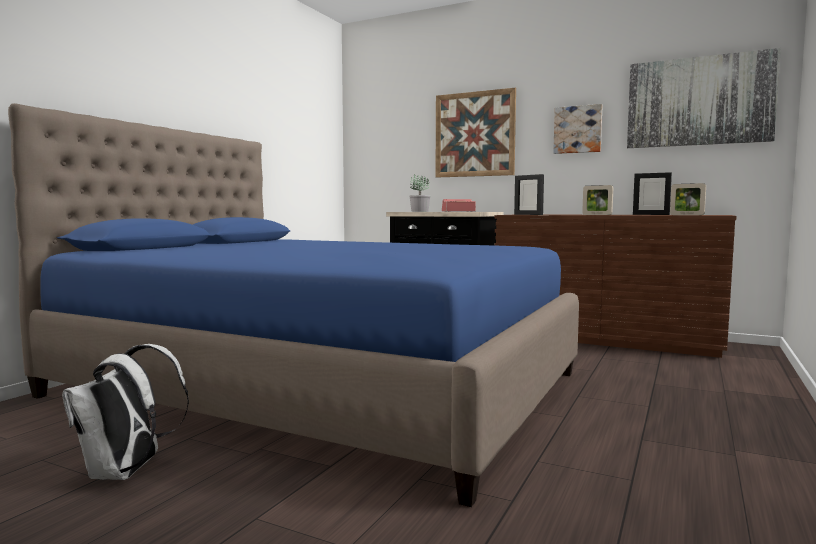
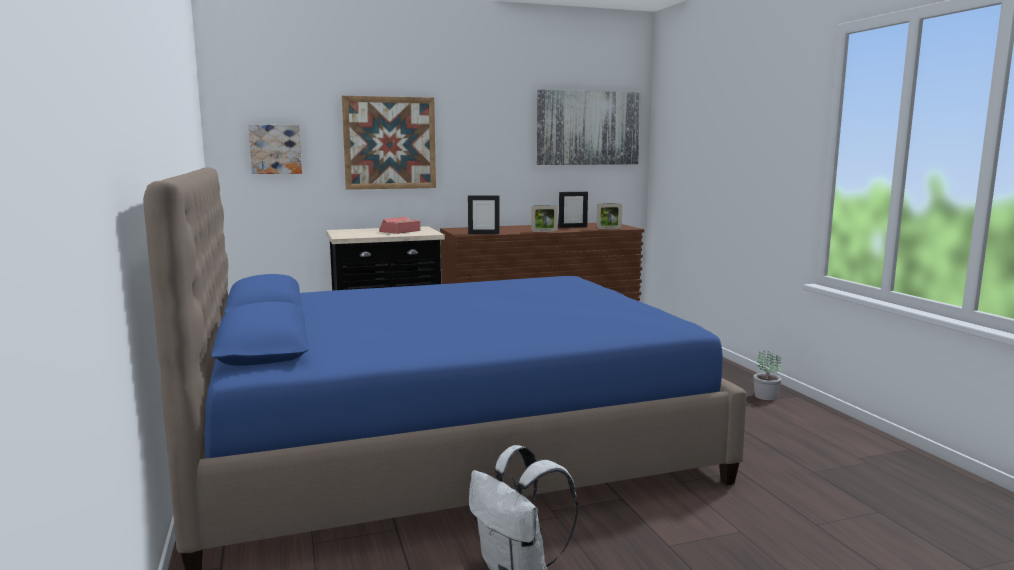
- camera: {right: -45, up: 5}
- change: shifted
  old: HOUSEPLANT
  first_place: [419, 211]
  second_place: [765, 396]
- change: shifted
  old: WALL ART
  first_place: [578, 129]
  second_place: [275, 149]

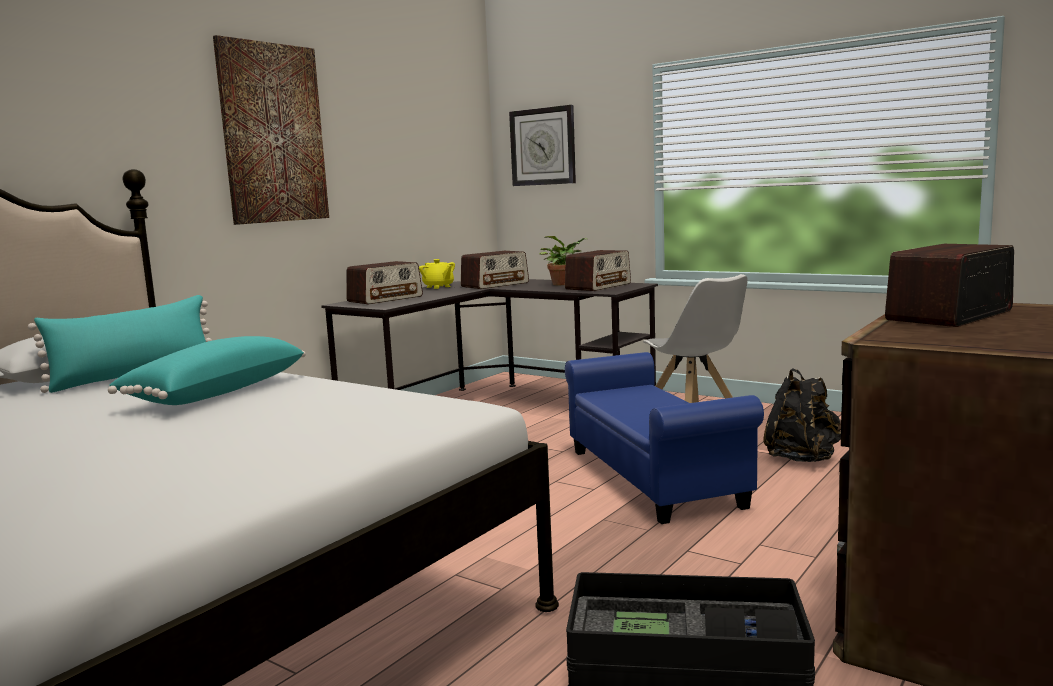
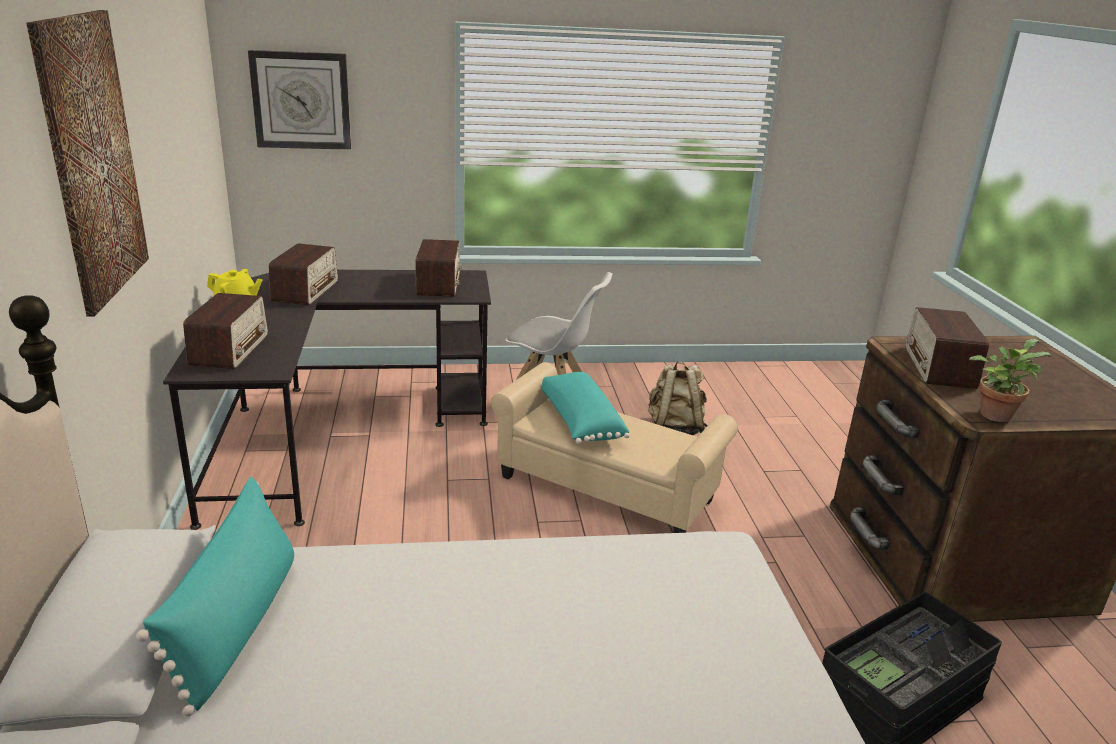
- camera: {right: -45, up: 15}
- change: shifted
  old: TURQUOISE-COLOURED THROW PILLOW
  first_place: [215, 393]
  second_place: [578, 421]
- change: shifted
  old: HOUSEPLANT
  first_place: [563, 284]
  second_place: [995, 413]
- change: repainted
  old: BLUE-COLOURED OTTOMAN
  new: SAND-COLOURED OTTOMAN
  first_place: [653, 477]
  second_place: [606, 488]
- change: repainted
  old: BLACK BACKPACK
  new: SAND-COLOURED BACKPACK
  first_place: [802, 458]
  second_place: [674, 429]

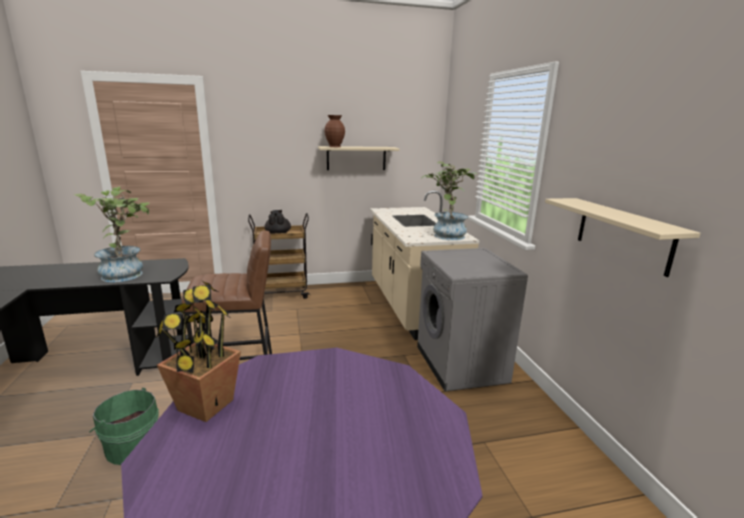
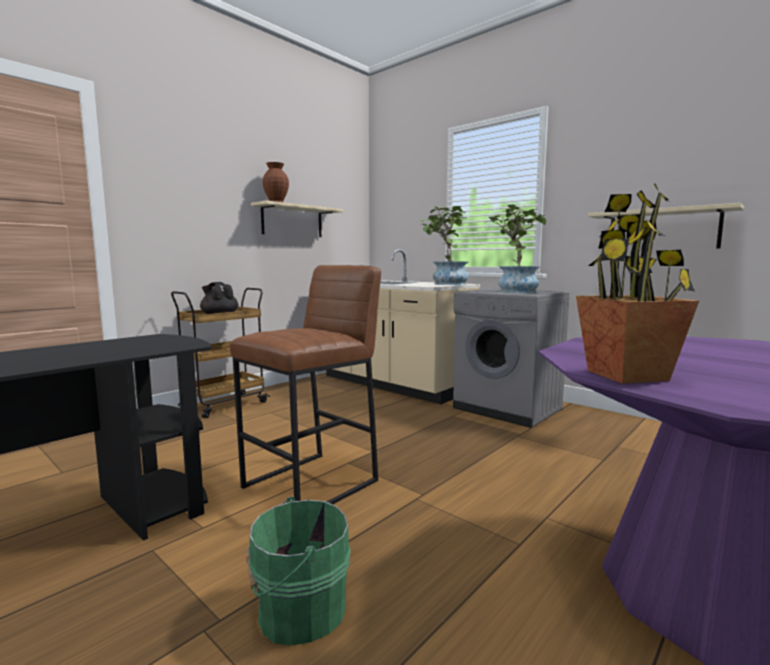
- camera: {right: -35, up: -10}
- change: shifted
  old: HOUSEPLANT
  first_place: [126, 273]
  second_place: [514, 291]

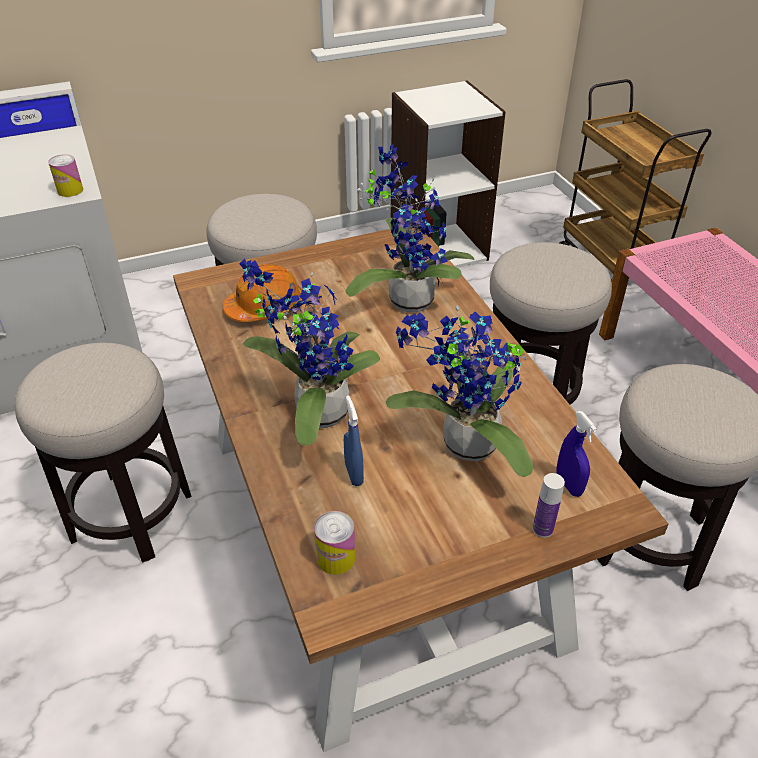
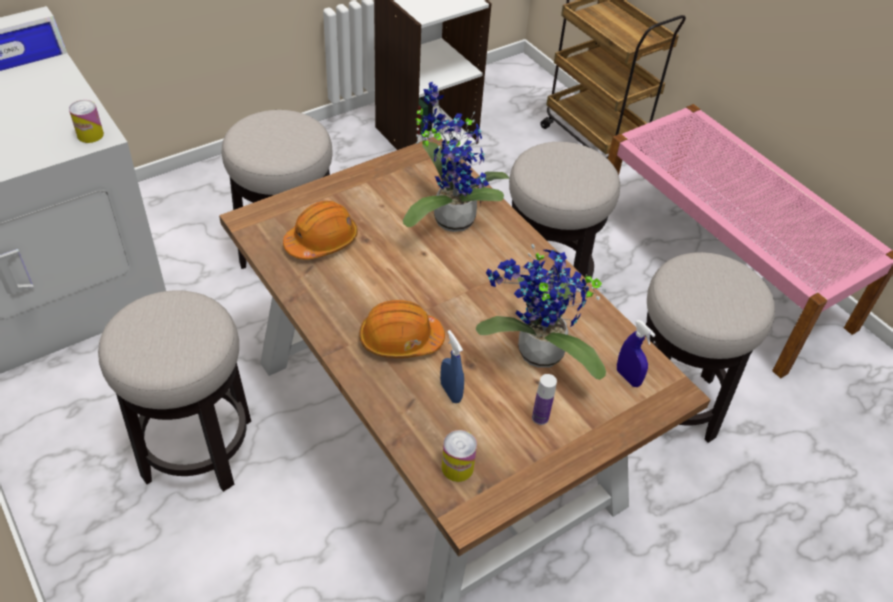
- camera: {right: -15, up: 5}
- change: shifted
  old: BOTTLE
  first_place: [542, 529]
  second_place: [540, 417]
- change: swapped
  old: HOUSEPLANT
  new: ORANGEY WORK HELMET
  first_place: [315, 412]
  second_place: [400, 340]

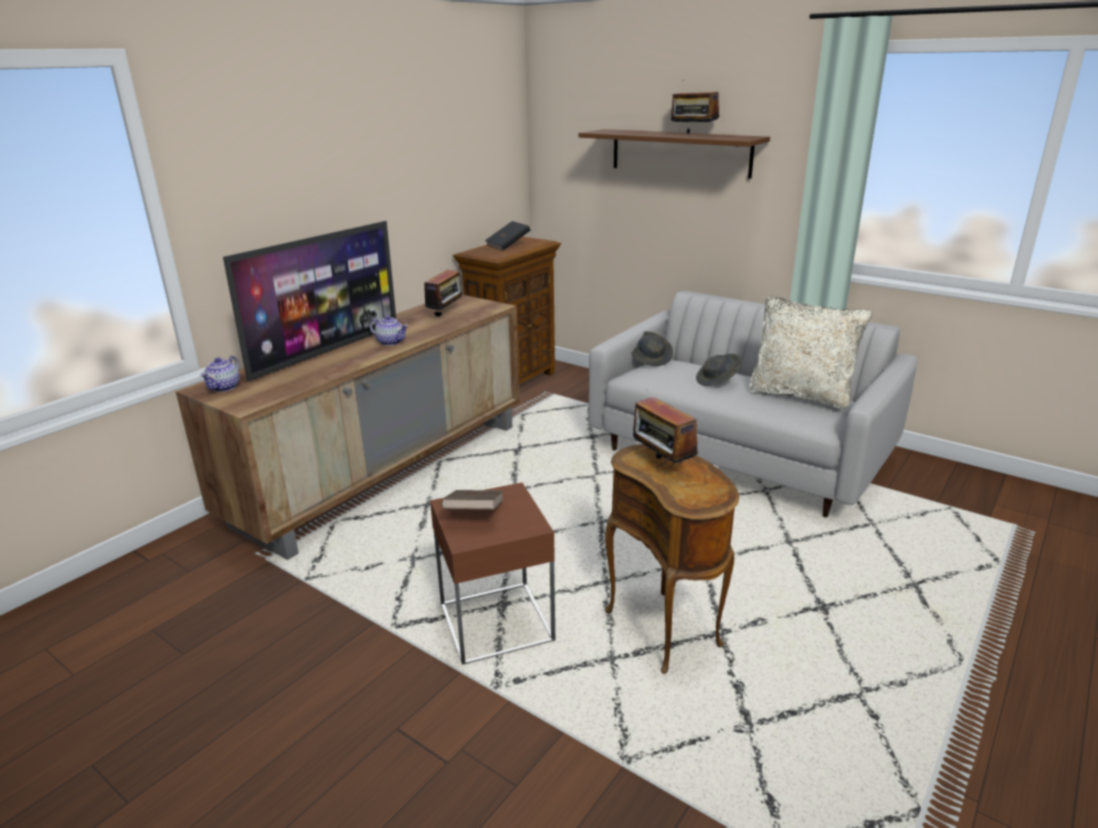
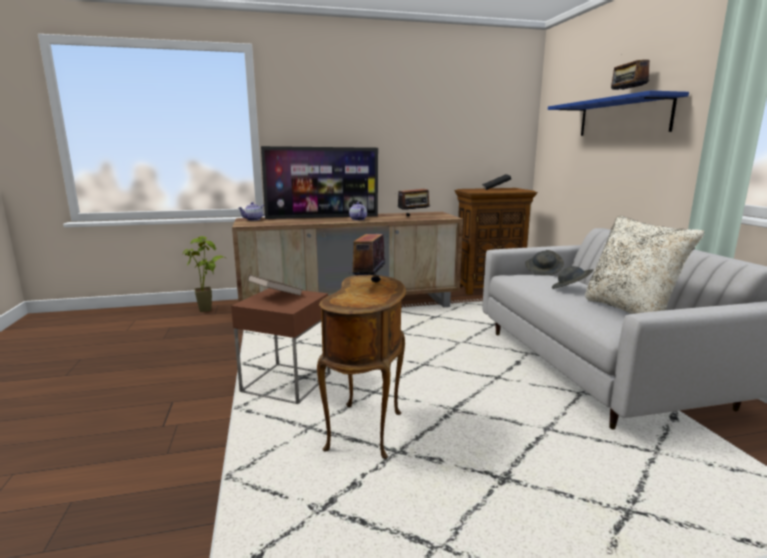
- camera: {right: 40, up: -10}
- change: new
  new: HOUSEPLANT
  second_place: [211, 309]
- change: repainted
  old: BROWNISH WALL SHELF
  new: BLUE-COLOURED WALL SHELF
  first_place: [680, 152]
  second_place: [623, 117]

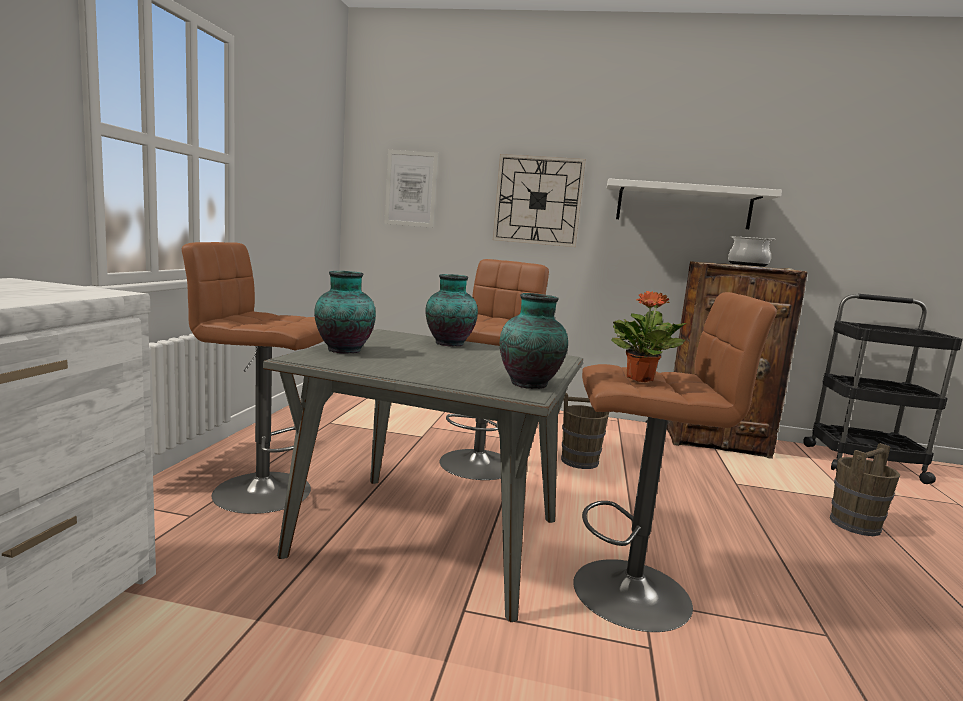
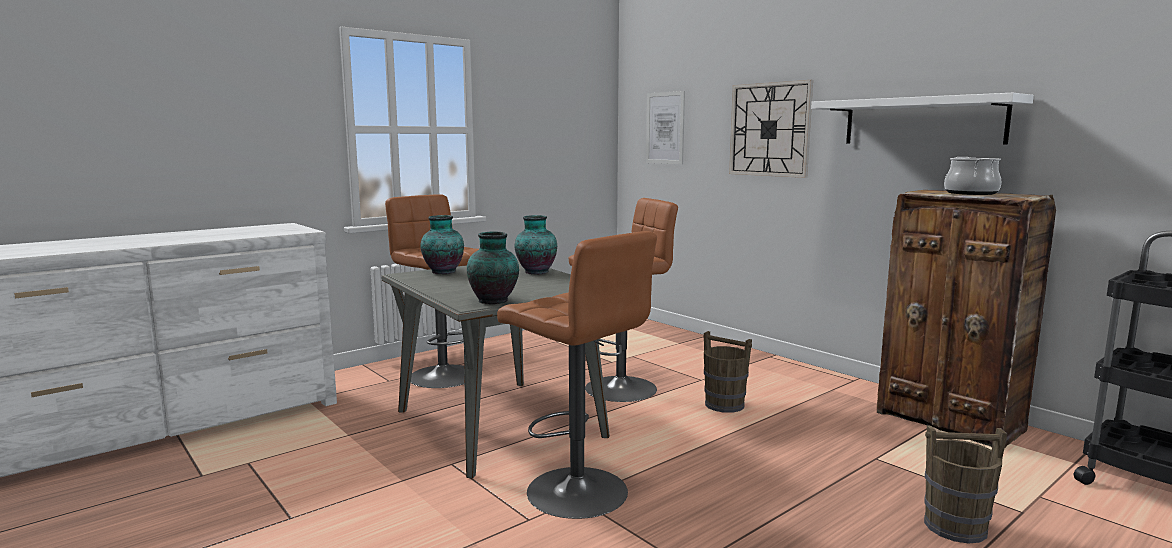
- camera: {right: 40, up: 0}
- change: gone
  old: HOUSEPLANT
  first_place: [640, 379]

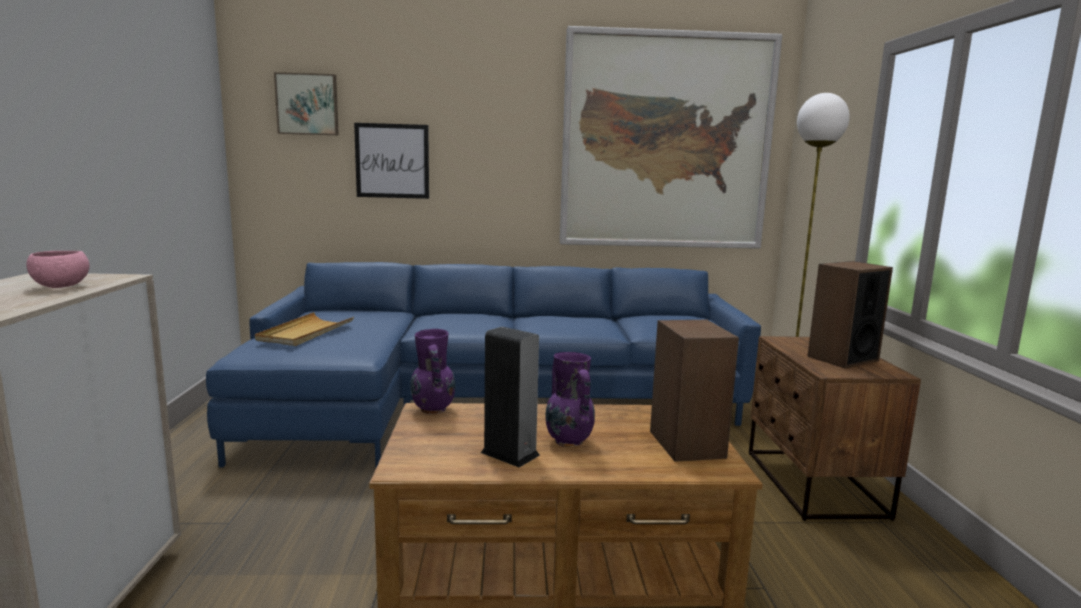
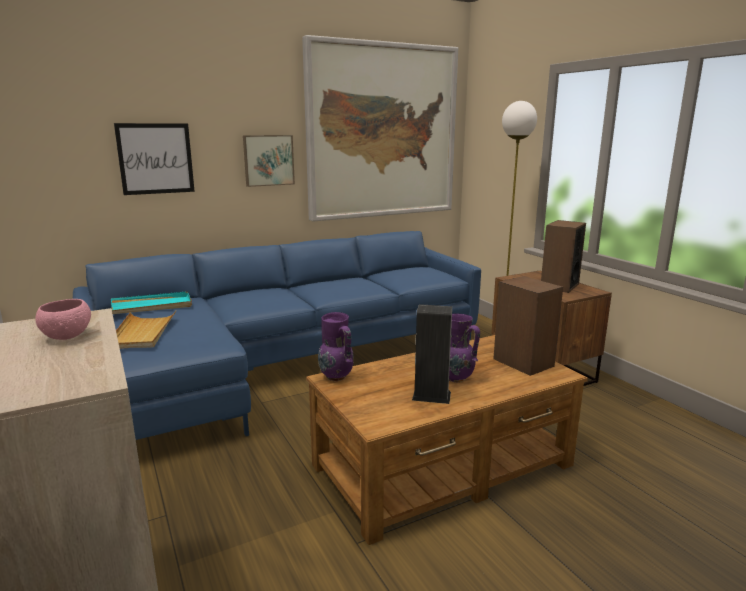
- camera: {right: -25, up: 5}
- change: new
  new: TURQUOISE-COLOURED TRAY
  second_place: [152, 306]
- change: shifted
  old: WALL ART
  first_place: [307, 104]
  second_place: [268, 160]

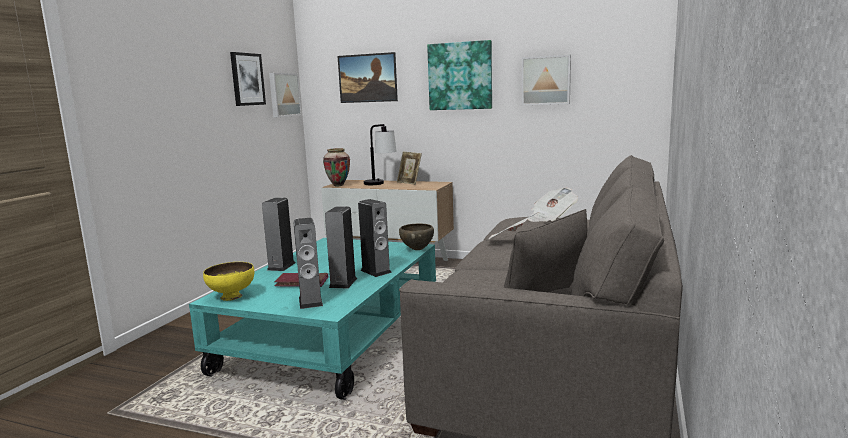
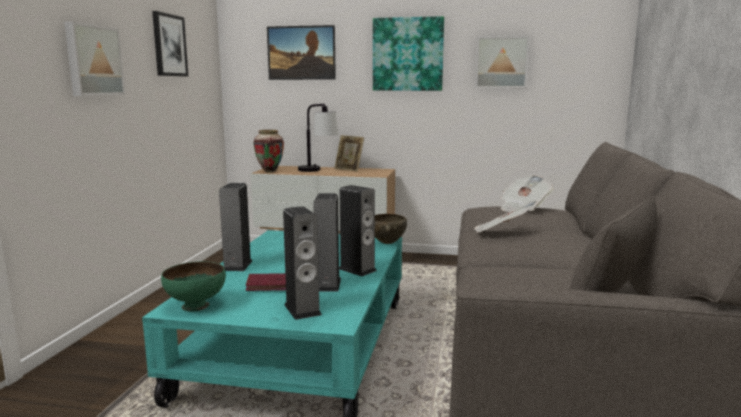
- camera: {right: -10, up: 0}
- change: shifted
  old: WALL ART
  first_place: [283, 95]
  second_place: [93, 60]
- change: repainted
  old: YELLOWISH SERVING BOWL
  new: GREENISH SERVING BOWL
  first_place: [232, 296]
  second_place: [196, 306]

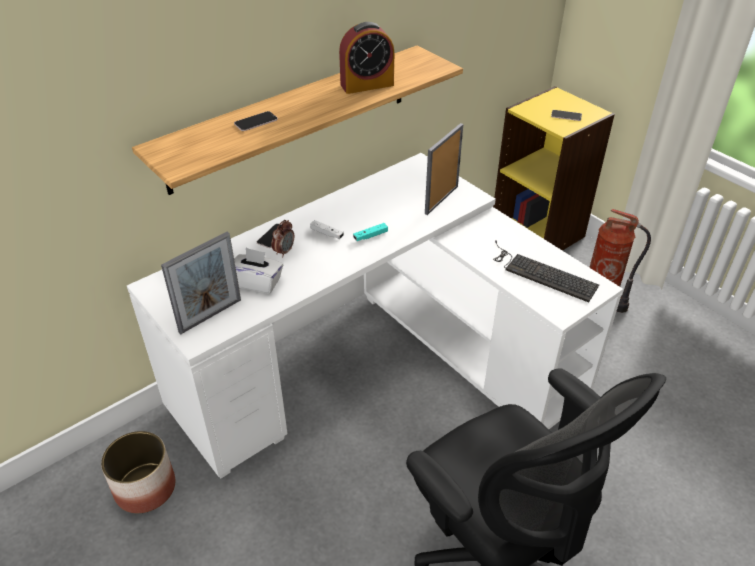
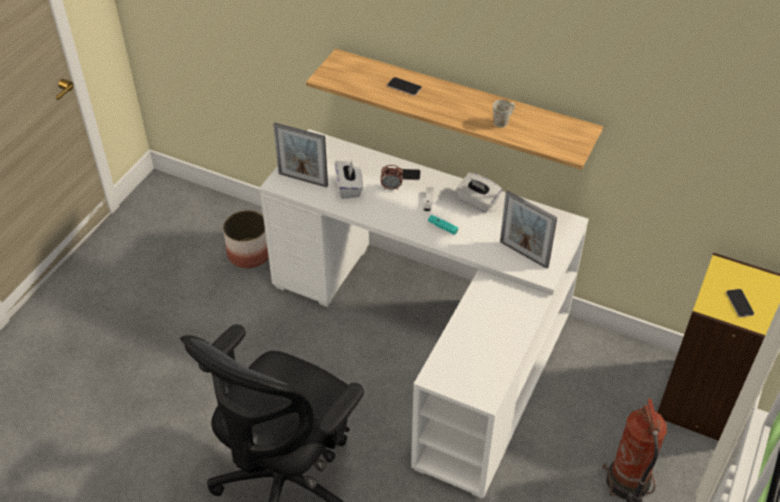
- camera: {right: 65, up: 5}
- change: gone
  old: KEYBOARD
  first_place: [541, 273]
- change: new
  new: WHITISH TISSUE BOX
  second_place: [477, 202]
- change: swapped
  old: ALARM CLOCK
  new: WHITISH MUG
  first_place: [367, 85]
  second_place: [503, 121]
- change: rotated
  old: PICTURE FRAME
  first_place: [441, 200]
  second_place: [523, 254]
  degrees: -150

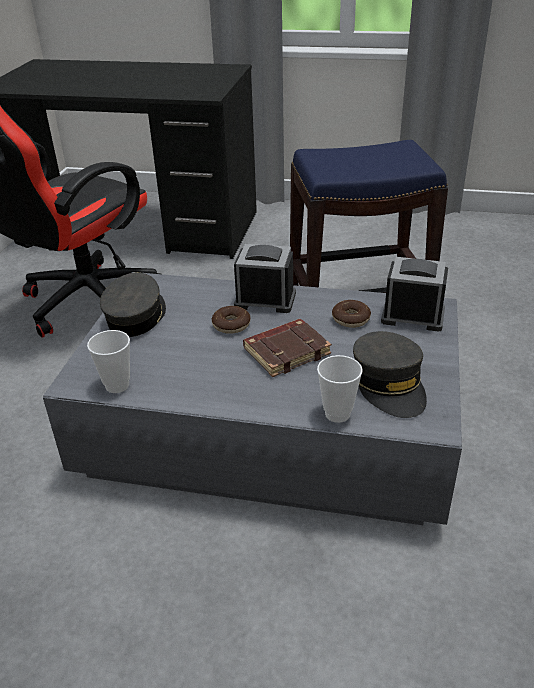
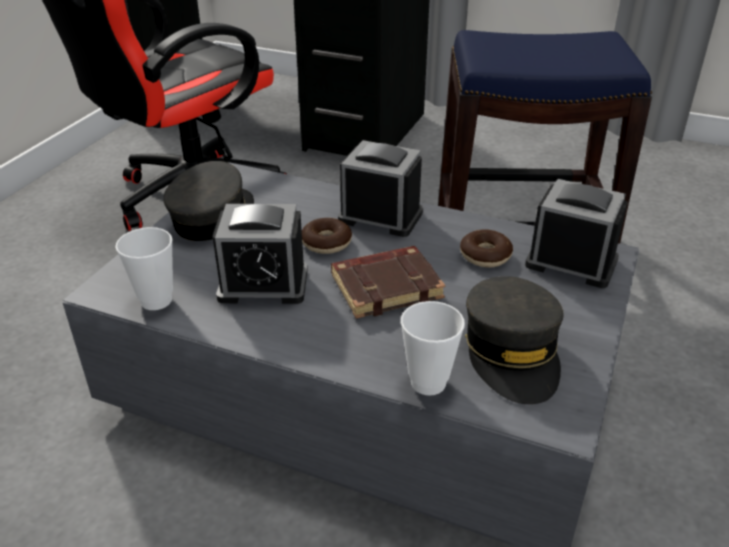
- camera: {right: 10, up: 0}
- change: new
  new: ALARM CLOCK
  second_place: [263, 284]

